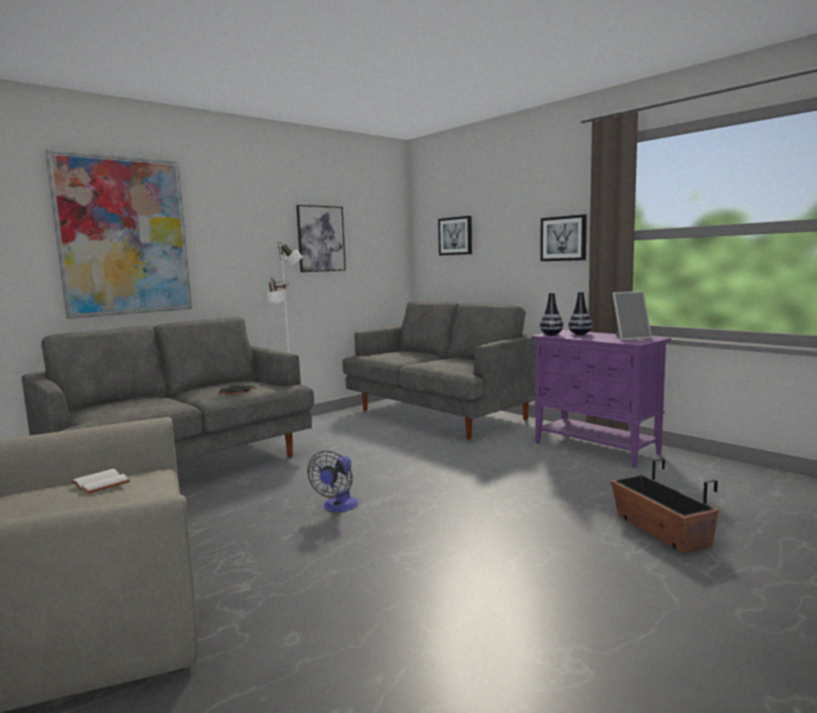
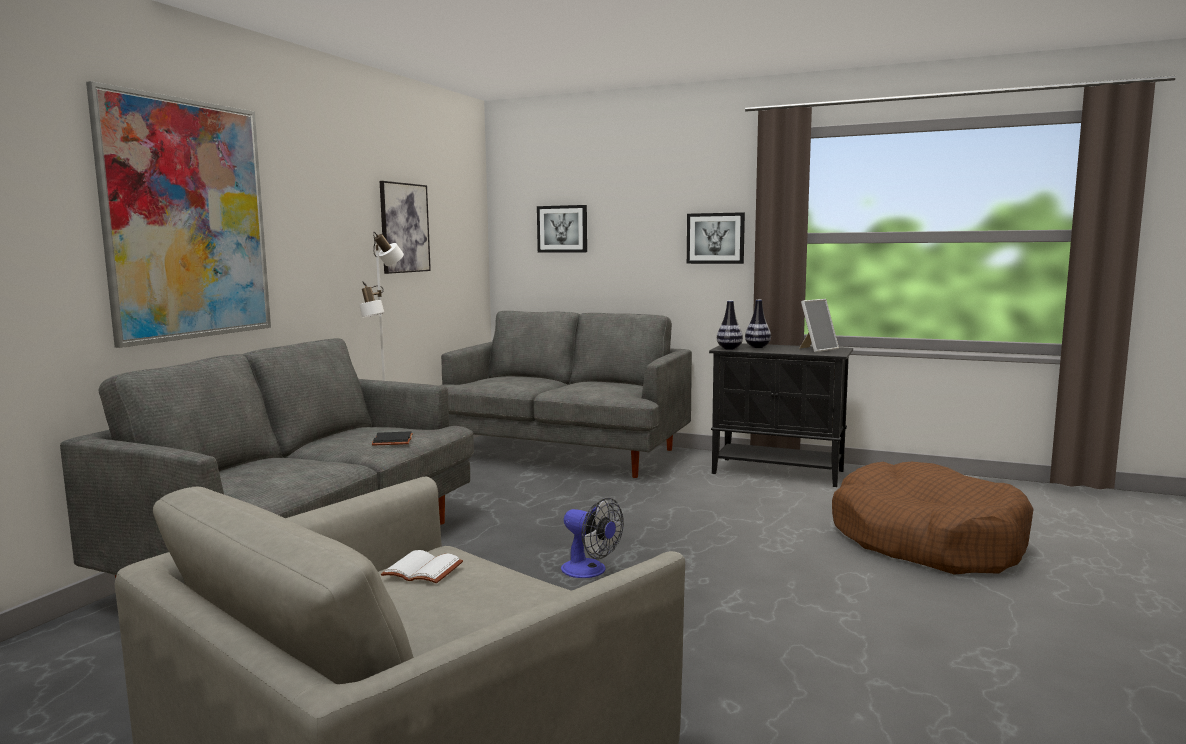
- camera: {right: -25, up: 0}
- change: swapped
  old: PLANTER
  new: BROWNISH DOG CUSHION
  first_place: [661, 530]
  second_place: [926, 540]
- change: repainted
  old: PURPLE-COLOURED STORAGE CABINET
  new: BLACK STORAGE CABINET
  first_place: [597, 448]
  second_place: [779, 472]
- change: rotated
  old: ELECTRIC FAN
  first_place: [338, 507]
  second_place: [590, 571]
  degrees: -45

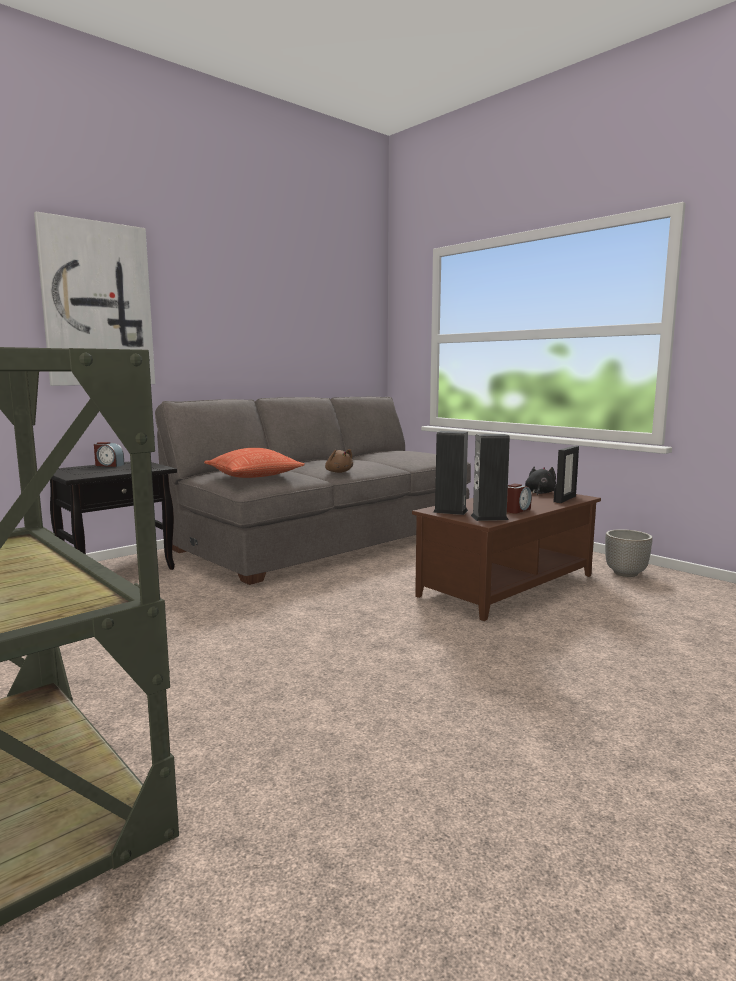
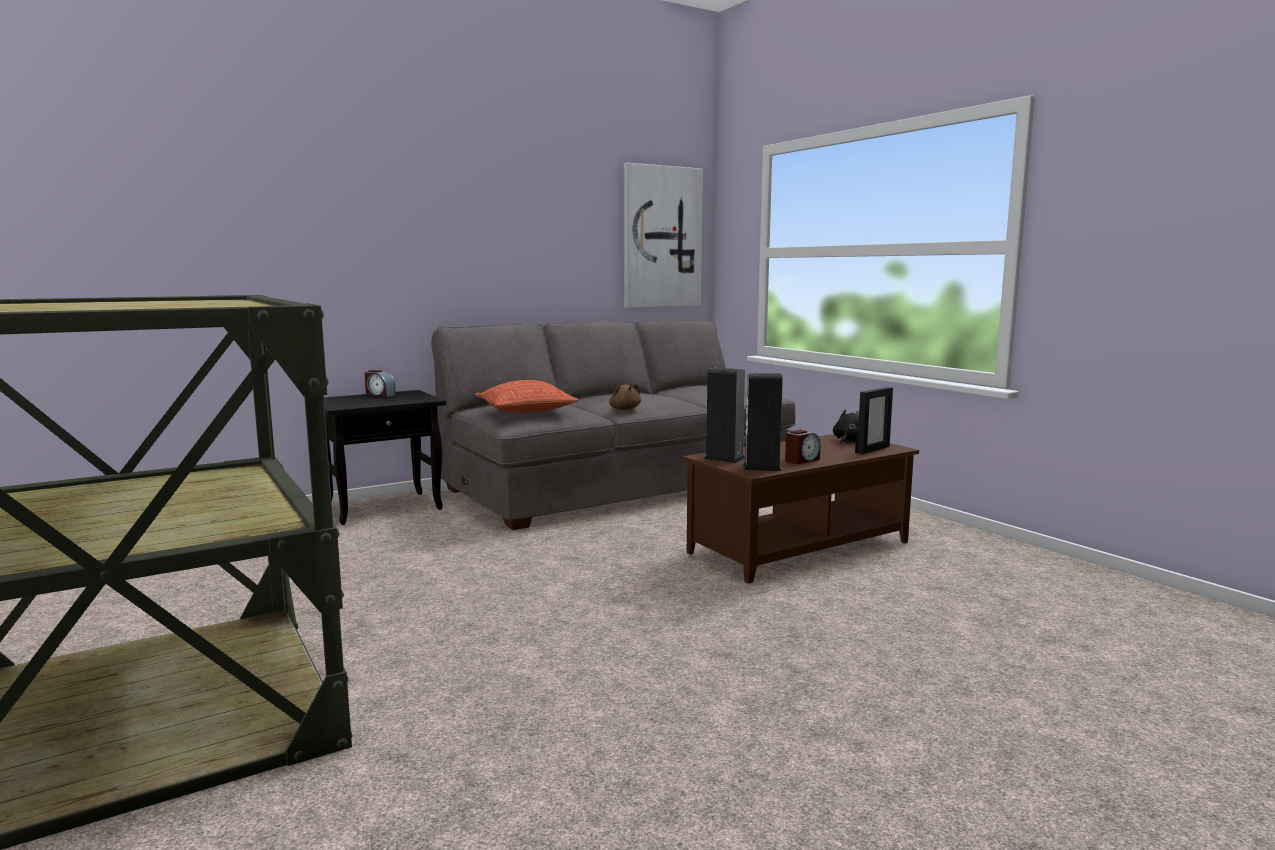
- camera: {right: 10, up: 0}
- change: gone
  old: PLANTER
  first_place: [625, 573]
- change: shifted
  old: WALL ART
  first_place: [97, 305]
  second_place: [661, 237]

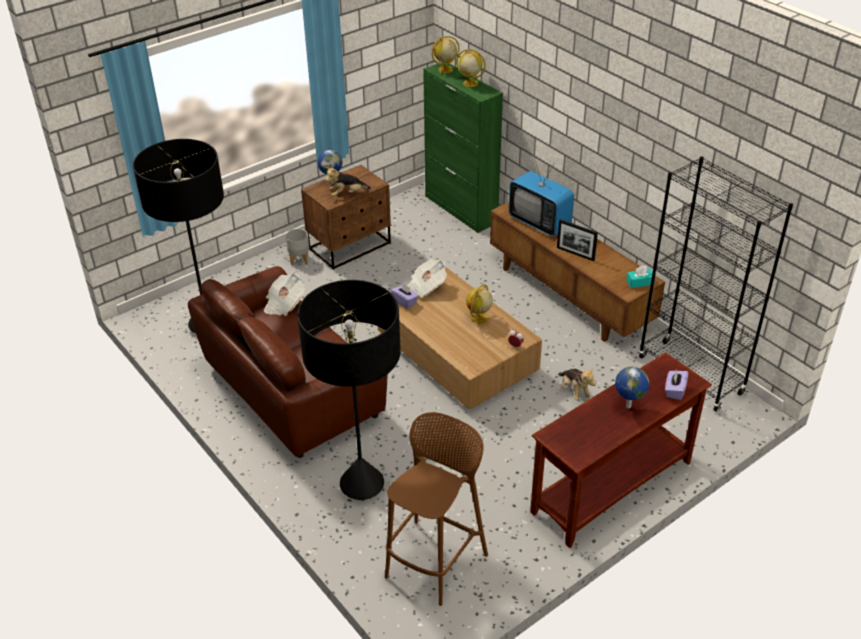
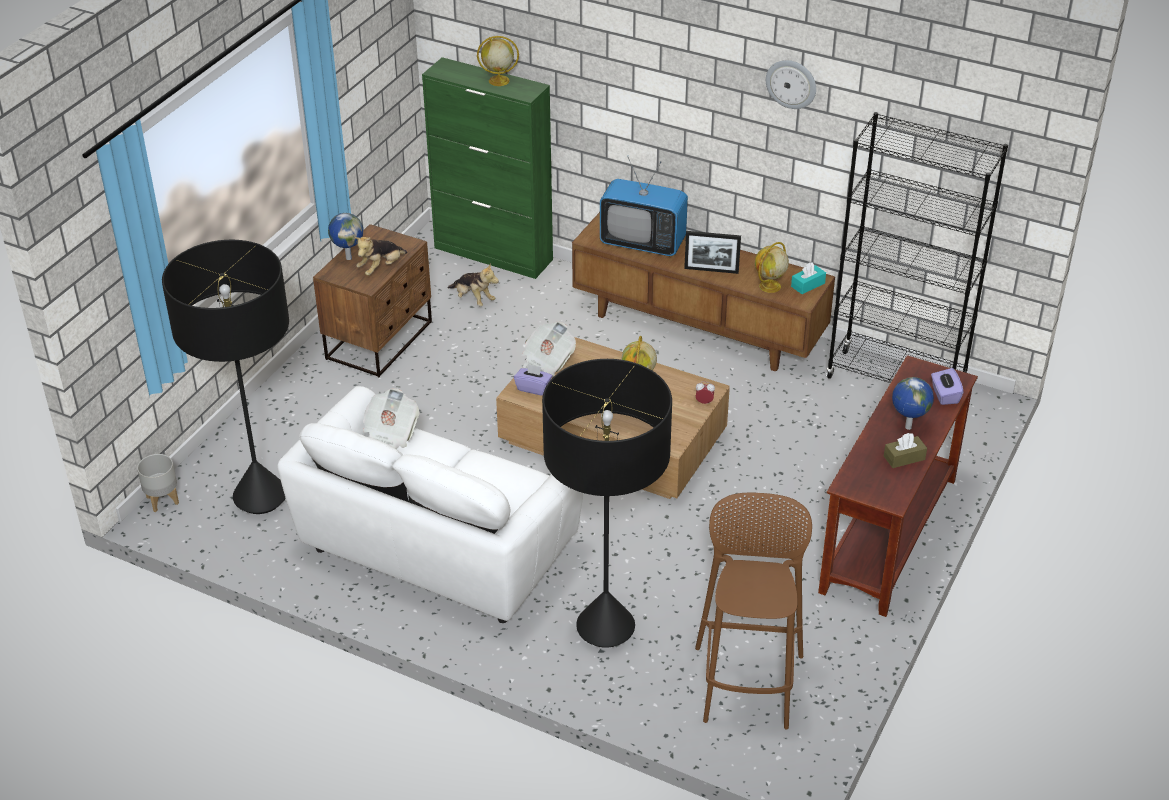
- camera: {right: -25, up: 0}
- change: new
  new: CLOCK ON THE WALL
  second_place: [791, 83]
- change: new
  new: BROWNISH TISSUE BOX
  second_place: [904, 458]
- change: shifted
  old: GREY PLANTER
  first_place: [299, 259]
  second_place: [162, 500]
- change: shifted
  old: DESK GLOBE
  first_place: [445, 70]
  second_place: [769, 286]
- change: shifted
  old: CUDDLY TOY
  first_place: [574, 391]
  second_place: [473, 299]
- change: repainted
  old: BROWNISH SETTEE
  new: WHITISH SETTEE
  first_place: [290, 393]
  second_place: [436, 549]

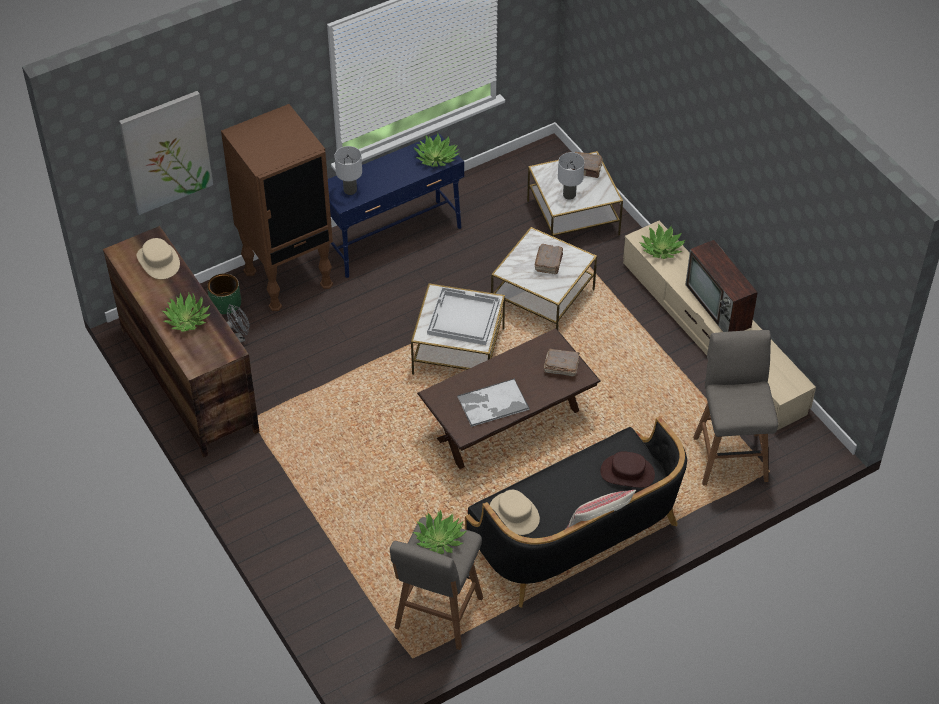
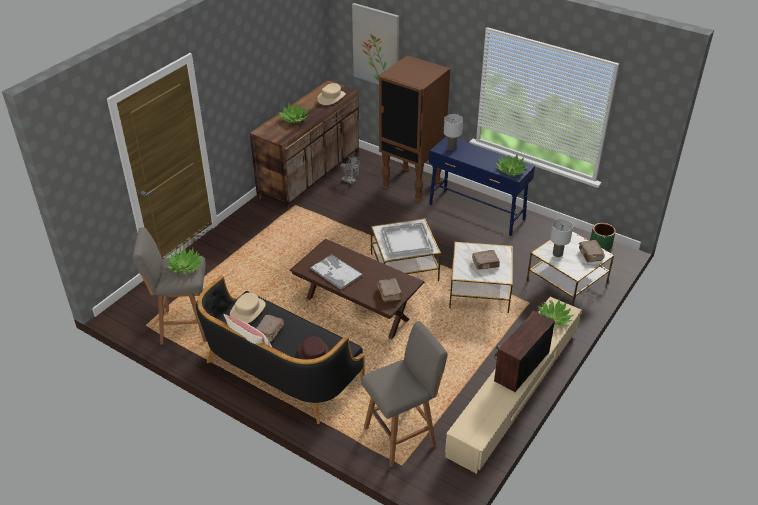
- camera: {right: 65, up: -10}
- change: new
  new: BROWNISH BOOK
  second_place: [269, 332]
- change: shifted
  old: GREENISH PLANTER
  first_place: [225, 303]
  second_place: [600, 245]

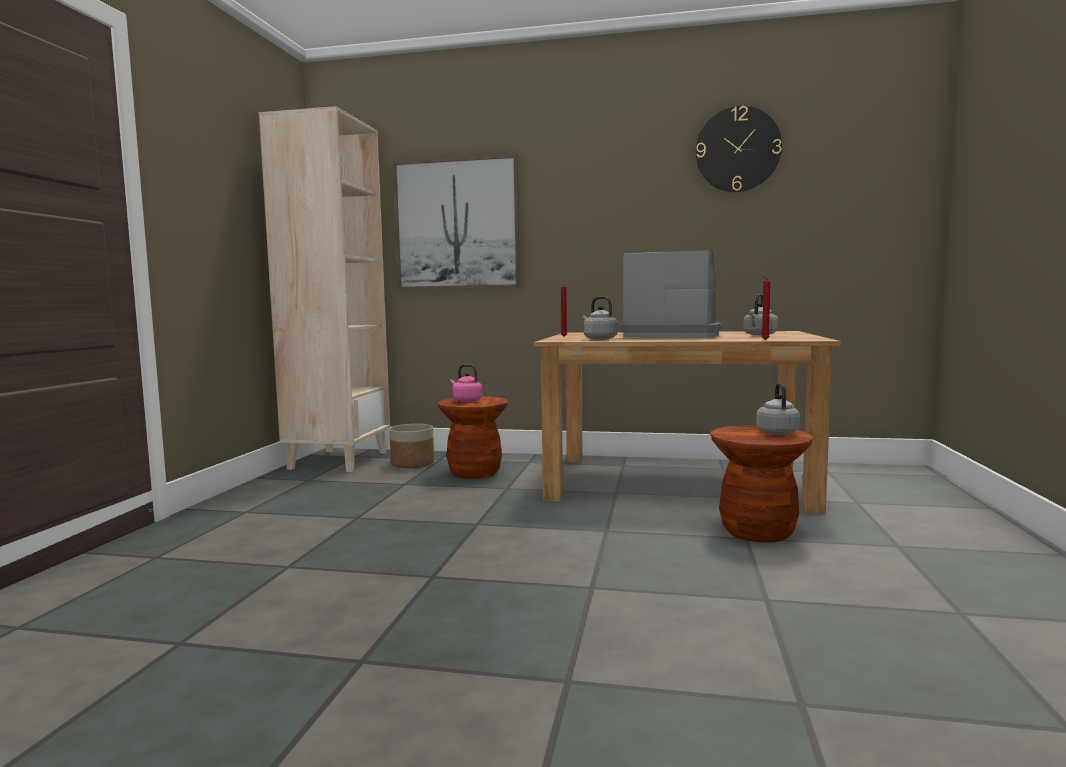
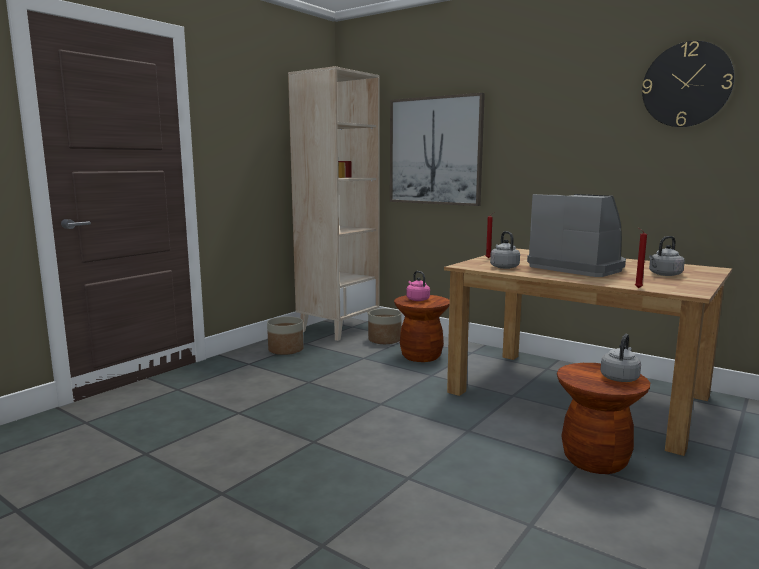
- camera: {right: 25, up: 5}
- change: new
  new: PLANTER
  second_place: [286, 350]

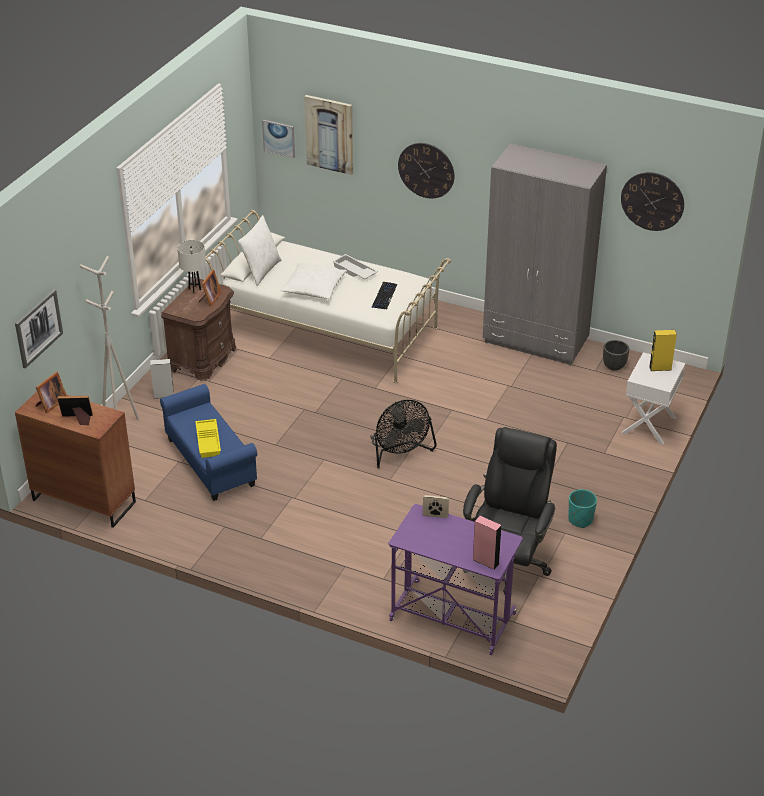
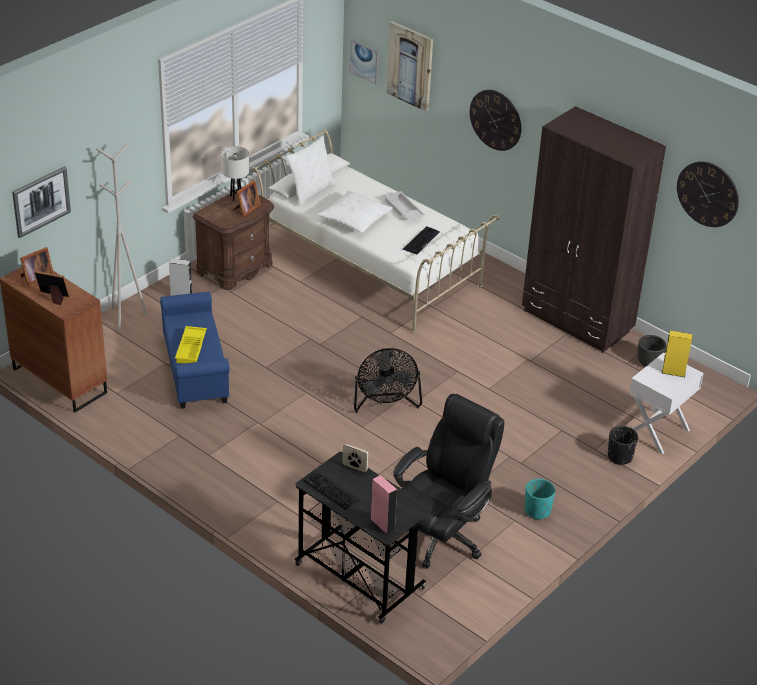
- camera: {right: 15, up: 0}
- change: new
  new: KEYBOARD
  second_place: [331, 491]
- change: new
  new: BLACK PLANTER
  second_place: [619, 457]
- change: repainted
  old: PURPLE-COLOURED DESK TABLE
  new: BLACK DESK TABLE
  first_place: [452, 617]
  second_place: [359, 576]
- change: repainted
  old: GREY WARDROBE
  new: BROWNISH WARDROBE
  first_place: [535, 342]
  second_place: [577, 321]

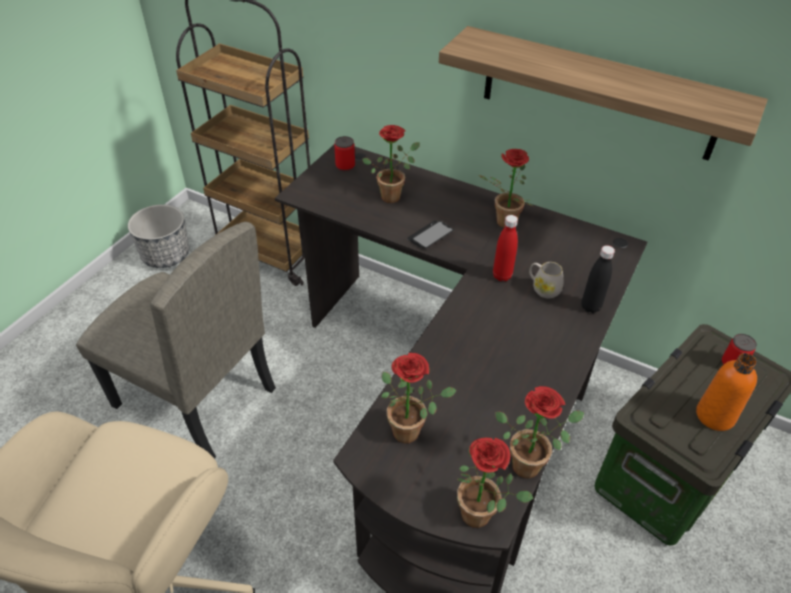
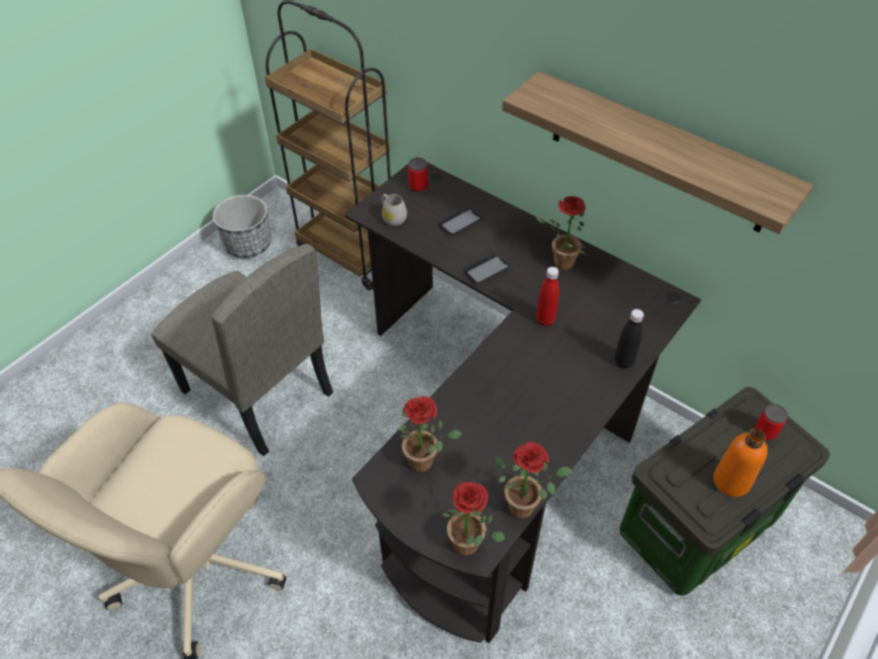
- camera: {right: 10, up: 5}
- change: shifted
  old: WHITISH MUG
  first_place: [543, 288]
  second_place: [392, 217]
- change: swapped
  old: HOUSEPLANT
  new: HANDSET
  first_place: [393, 195]
  second_place: [459, 222]

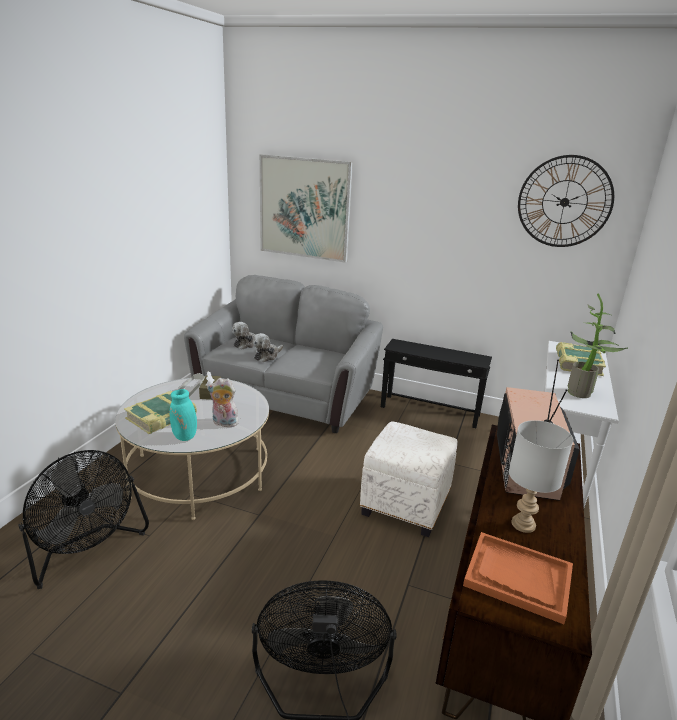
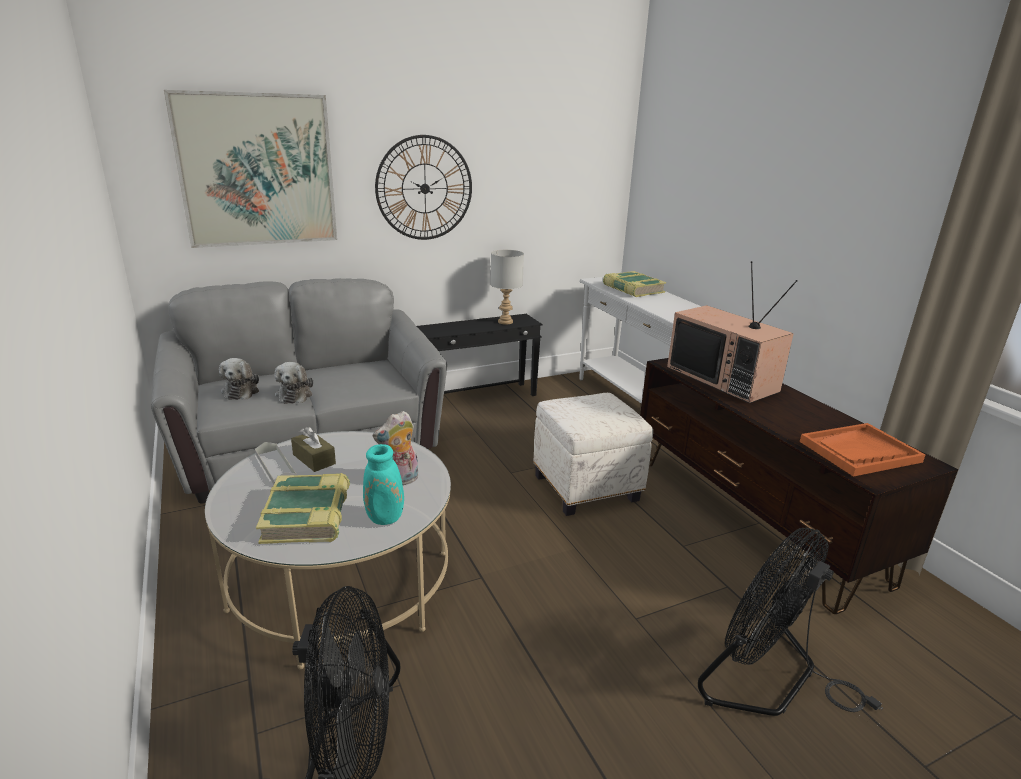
- camera: {right: -45, up: 0}
- change: gone
  old: HOUSEPLANT
  first_place: [583, 393]
- change: shifted
  old: GREY TABLE LAMP
  first_place: [523, 525]
  second_place: [505, 322]
- change: shifted
  old: CLOCK ON THE WALL
  first_place: [564, 202]
  second_place: [424, 188]

